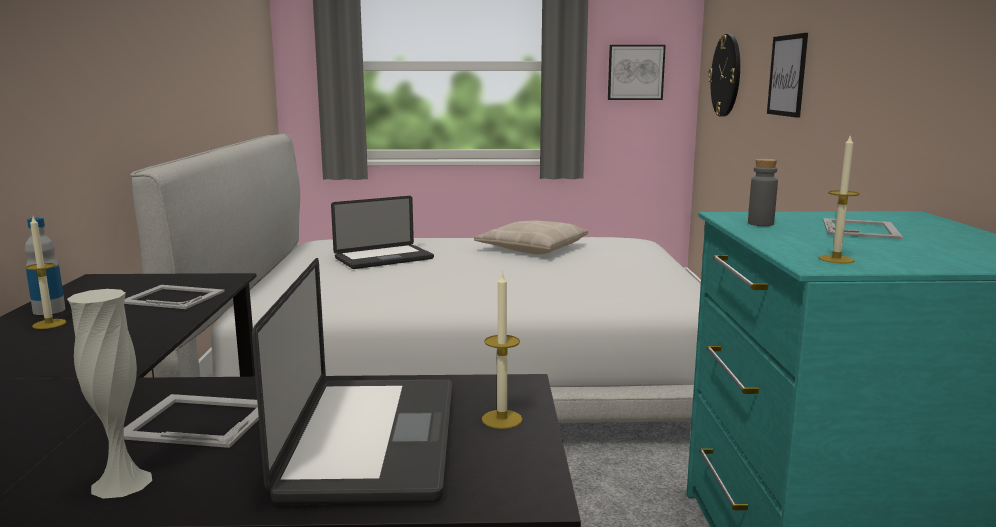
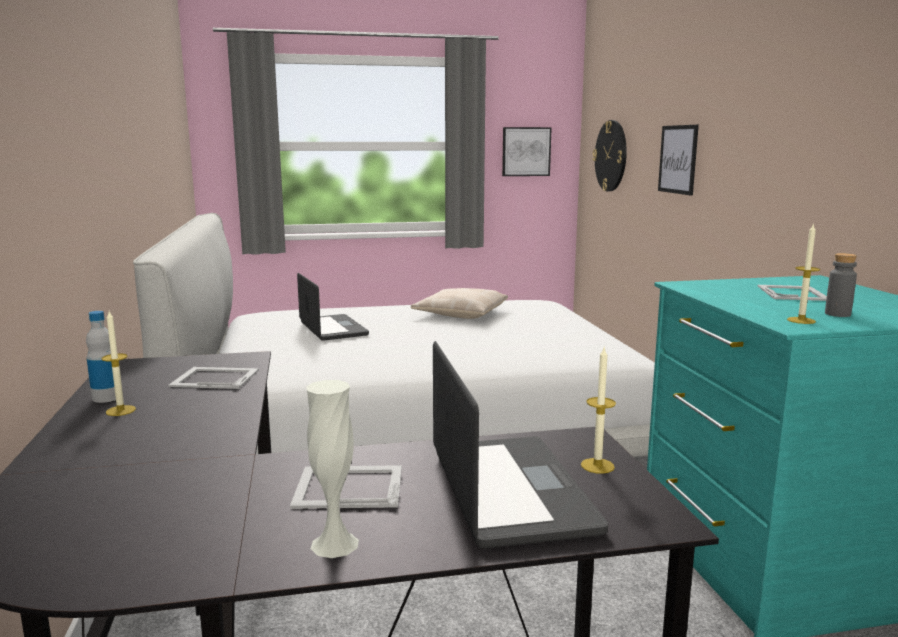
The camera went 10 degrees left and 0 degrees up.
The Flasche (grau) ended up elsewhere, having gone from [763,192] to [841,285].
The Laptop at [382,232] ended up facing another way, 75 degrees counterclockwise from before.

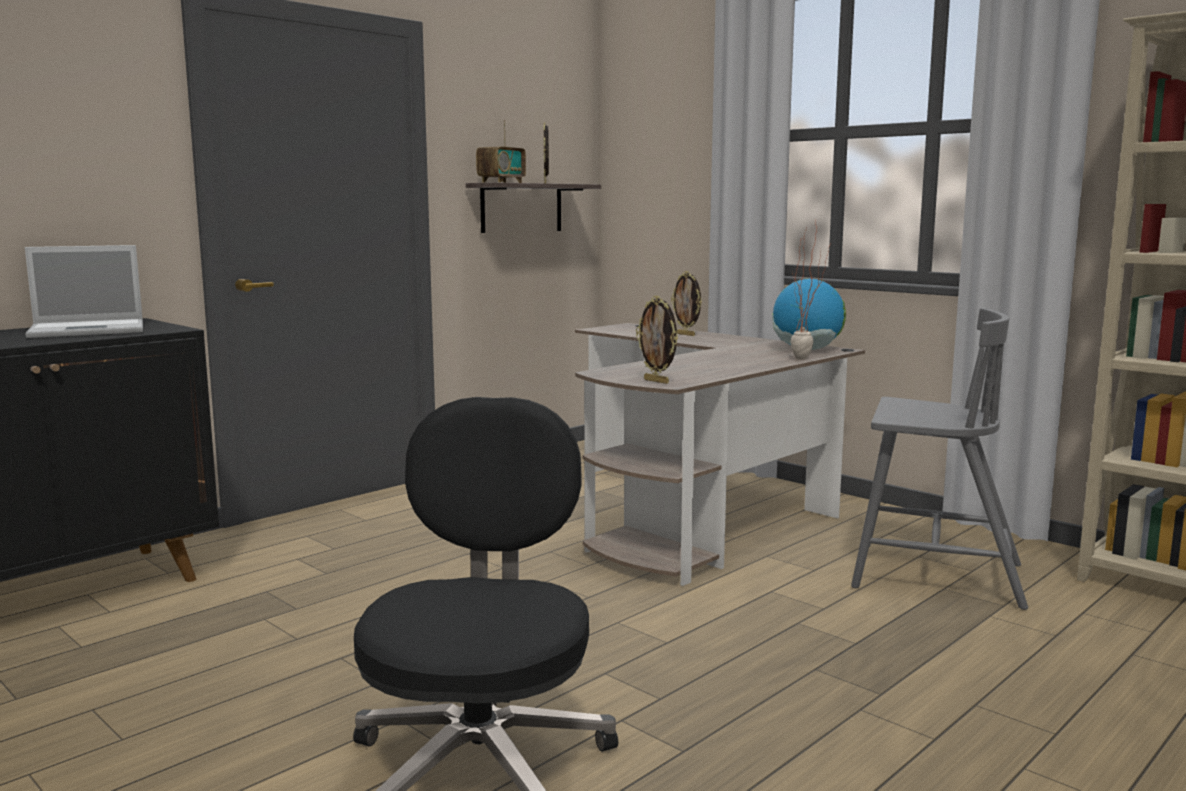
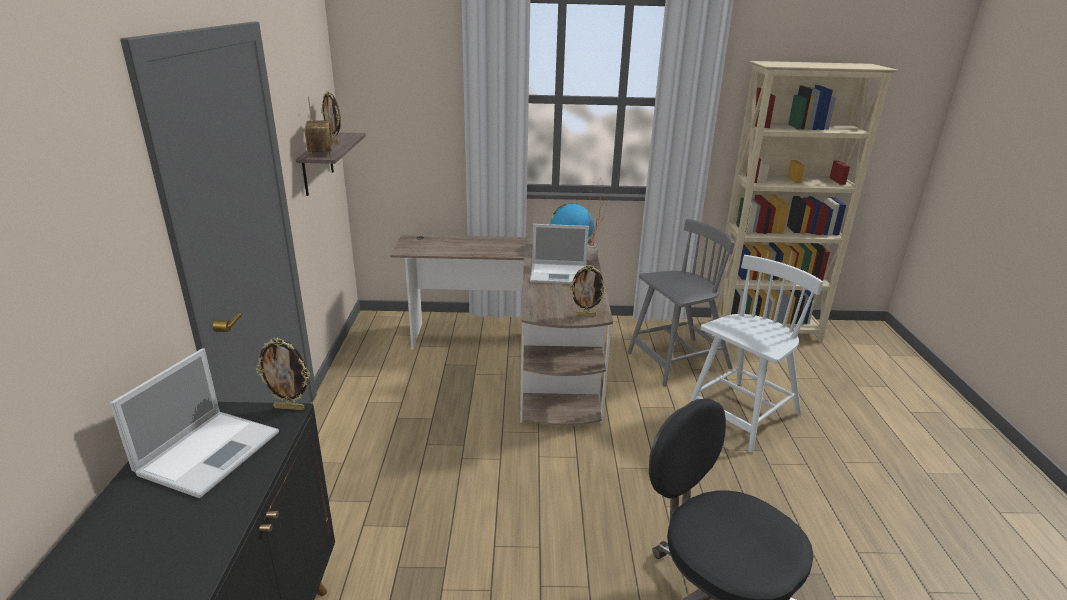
The camera went 45 degrees left and 15 degrees up.
The Bilderrahmen ended up elsewhere, having gone from [686,303] to [282,374].
The second view gained the Laptop at [559,254].
The second view gained the Stuhl (weiß) at [756,354].

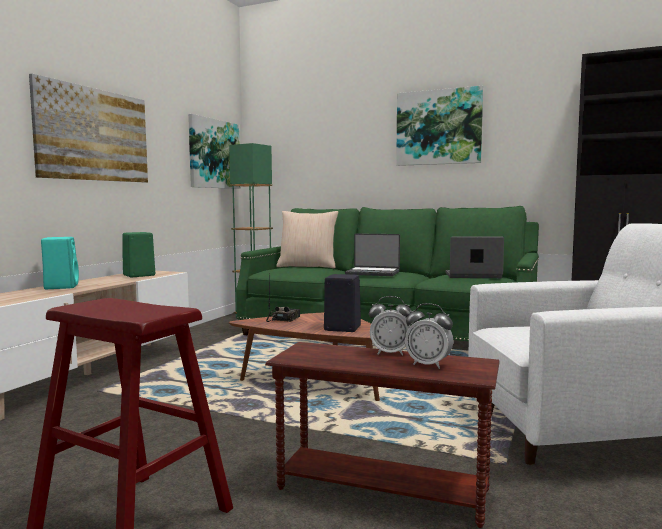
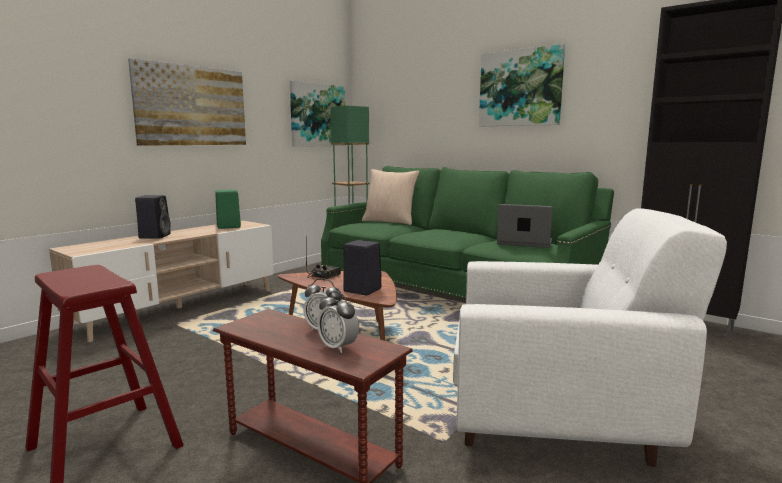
The camera went 15 degrees right and 5 degrees up.
The second view lost the Laptop at [372,254].
What was the Lautsprecher (türkis) at [60,263] turned into the Lautsprecher (schwarz) at [153,217].

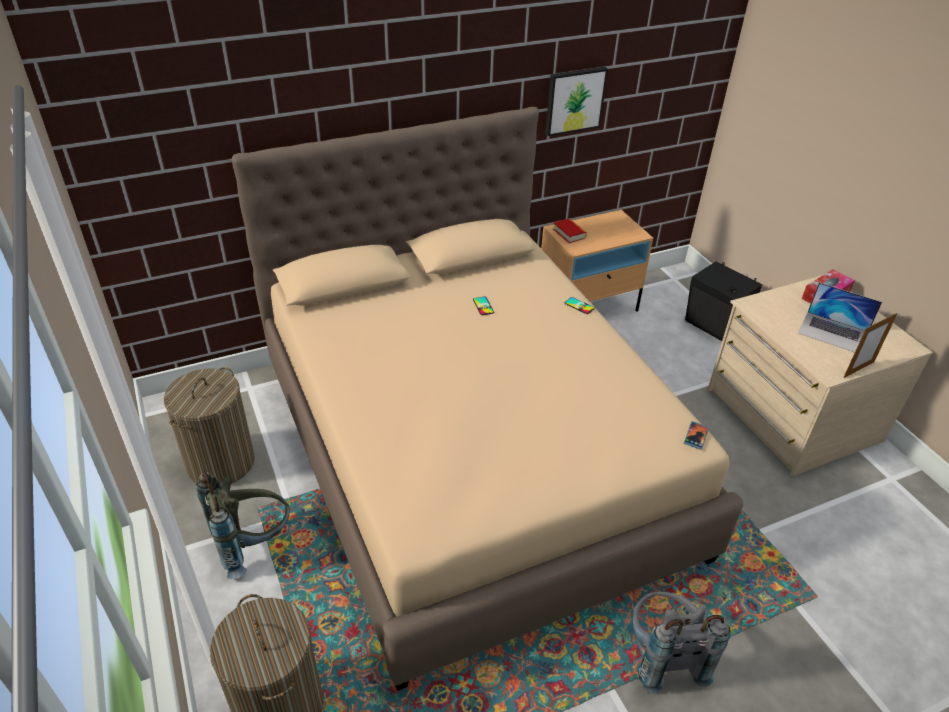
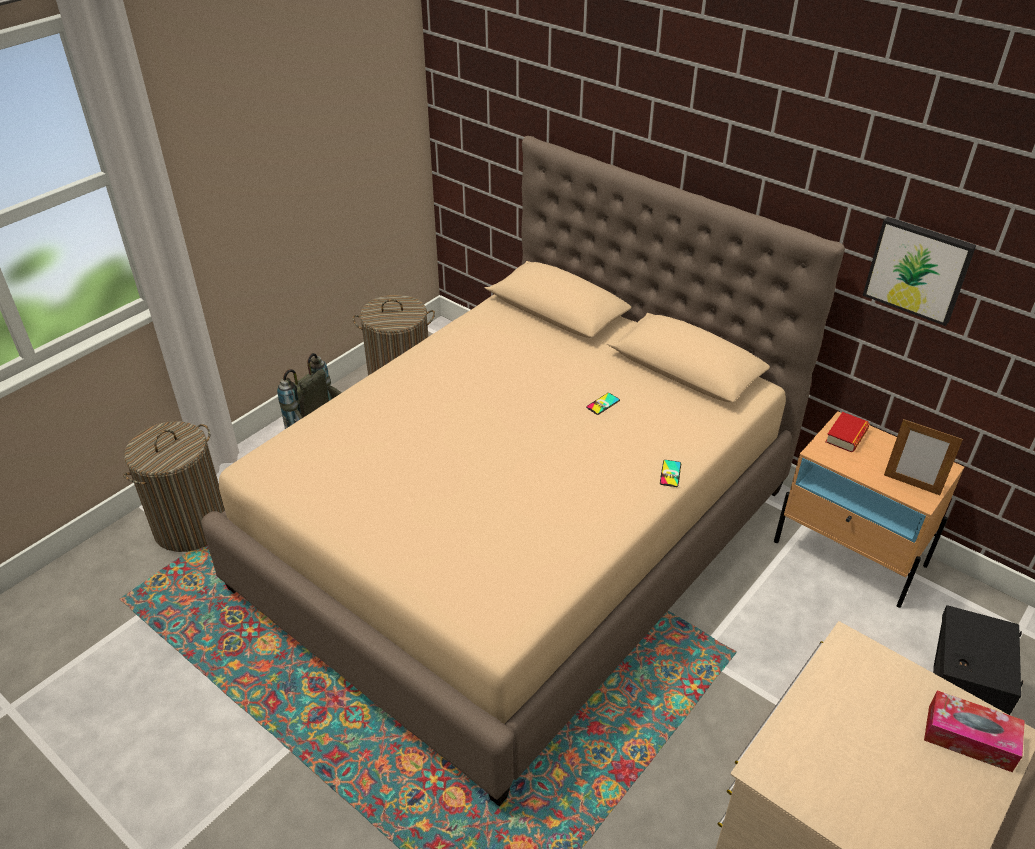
The camera went 65 degrees right and 0 degrees up.
The second view lost the Laptop at [840,317].
The Bilderrahmen ended up elsewhere, having gone from [870,345] to [923,457].
The second view lost the Handy at [696,435].
The second view lost the Rucksack (grau) at [681,643].

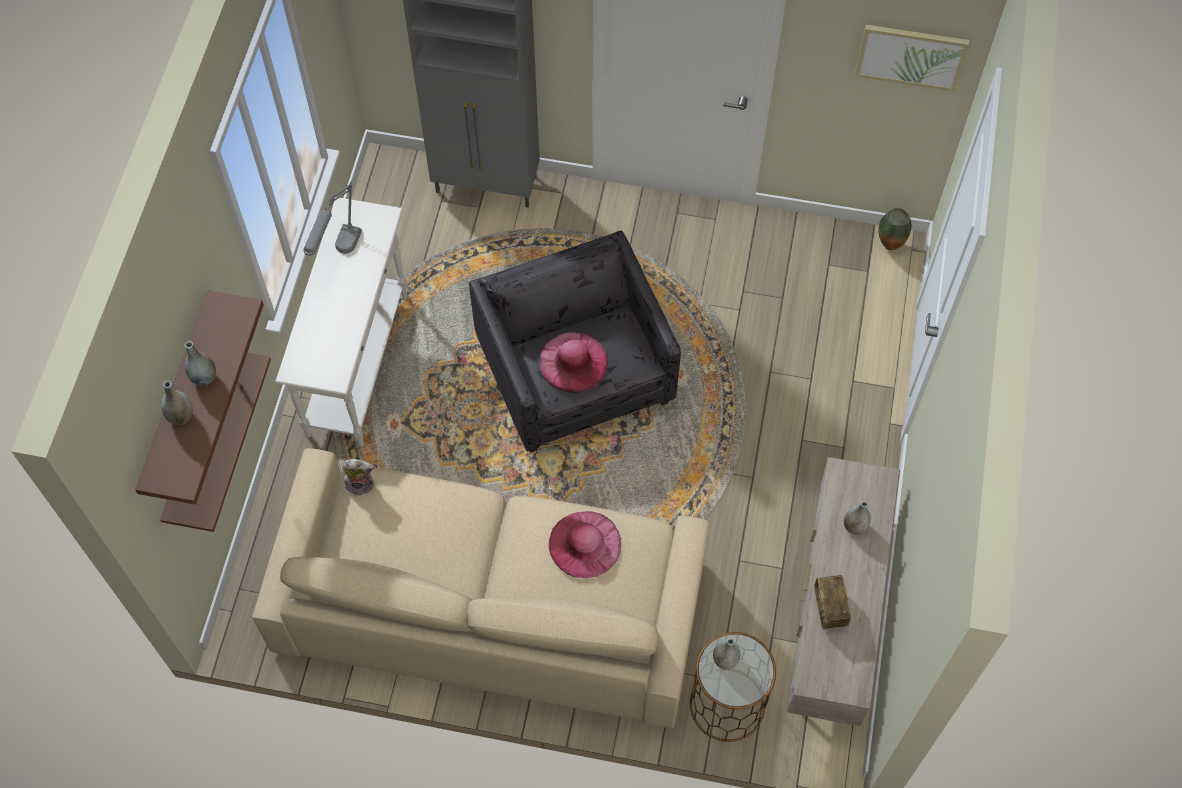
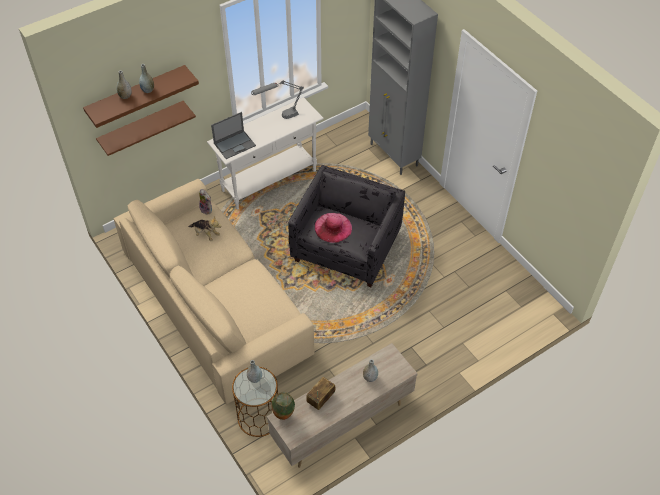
The camera went 45 degrees right and 10 degrees down.
The second view lost the Bild at [912,58].
The Vase ended up elsewhere, having gone from [895,229] to [283,406].
The second view lost the Hut (rosa) at [584,545].
The second view gained the Laptop at [233,135].
The second view gained the Plüschtier at [205,229].

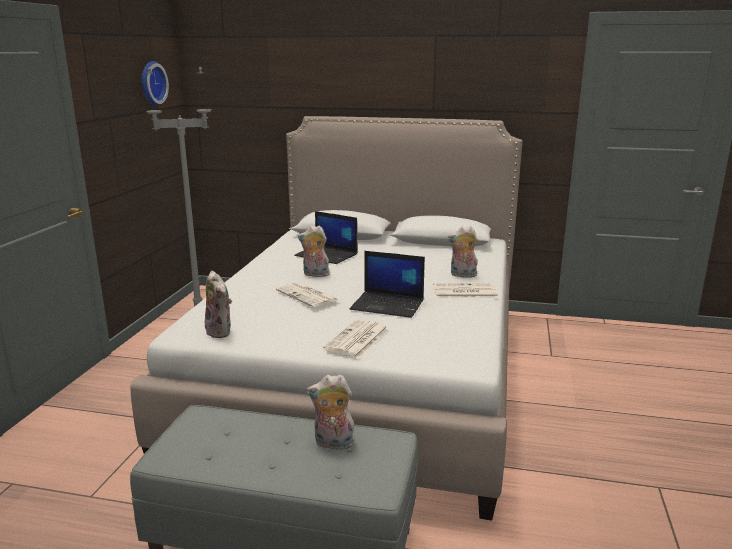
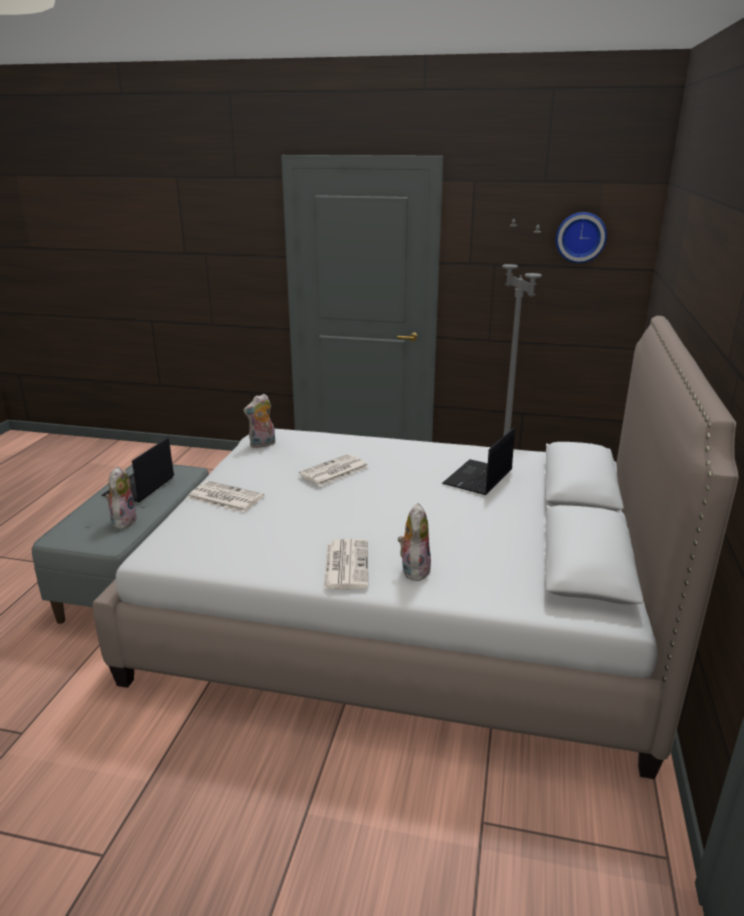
The camera went 90 degrees right and 5 degrees up.
The second view lost the Plüschtier at [314,251].
The Laptop ended up elsewhere, having gone from [387,284] to [137,469].

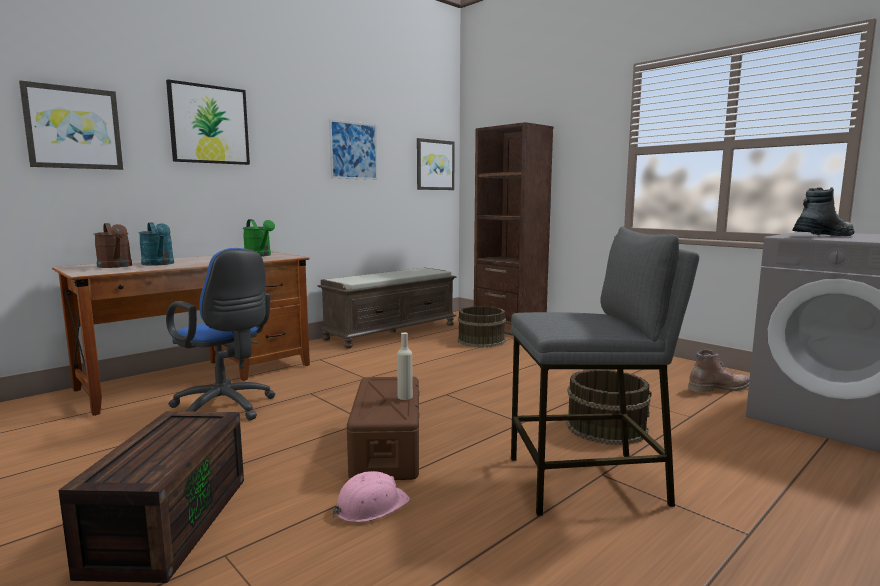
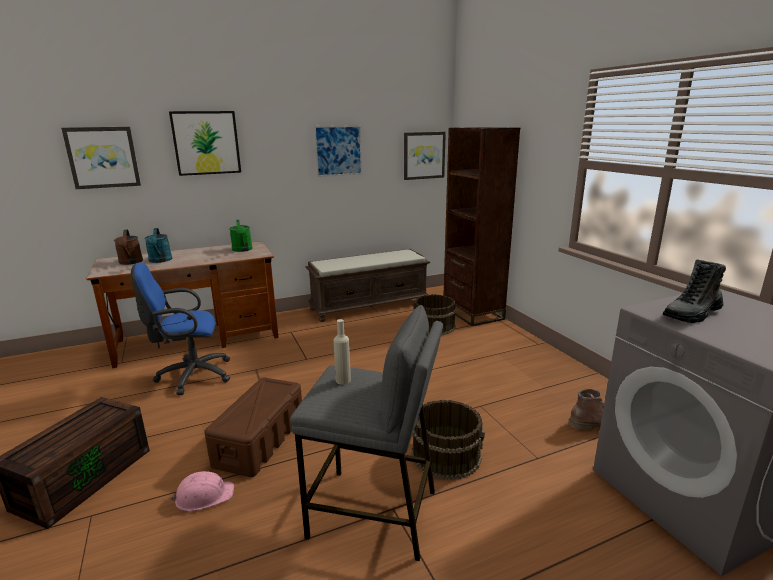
The camera went 20 degrees right and 10 degrees up.
The Stiefel at [823,211] ended up facing another way, 150 degrees clockwise from before.
The Bürostuhl (blau) at [220,334] ended up facing another way, 105 degrees clockwise from before.
The Flasche (beige) ended up elsewhere, having gone from [405,366] to [342,352].

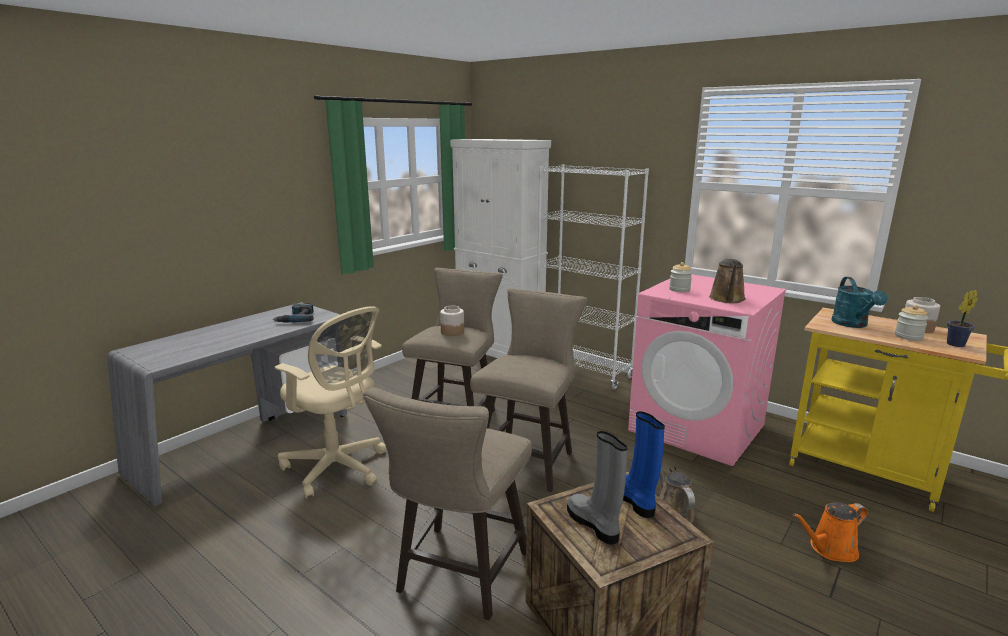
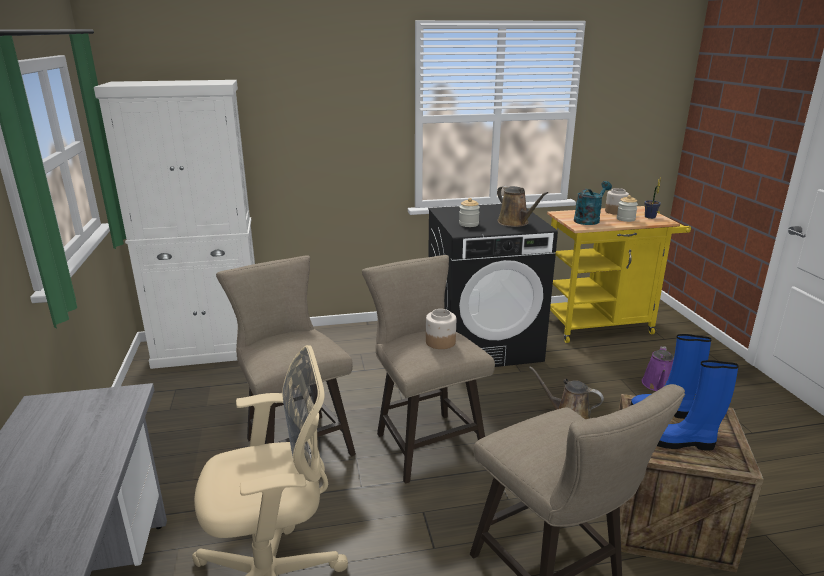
The camera went 50 degrees left and 5 degrees up.
The second view lost the Bücherregal (weiß) at [593,277].
What was the Waschmaschine (rosa) at [707,370] turned into the Waschmaschine (schwarz) at [493,285].
The Gießkanne (türkis) at [859,302] ended up facing another way, 90 degrees counterclockwise from before.
The second view lost the Bohrmaschine at [293,313].
The Vorratsglas ended up elsewhere, having gone from [452,321] to [441,329].
What was the Stiefel (grau) at [597,487] turned into the Stiefel (blau) at [698,405].
What was the Gießkanne (orange) at [830,532] turned into the Gießkanne (lila) at [658,368].

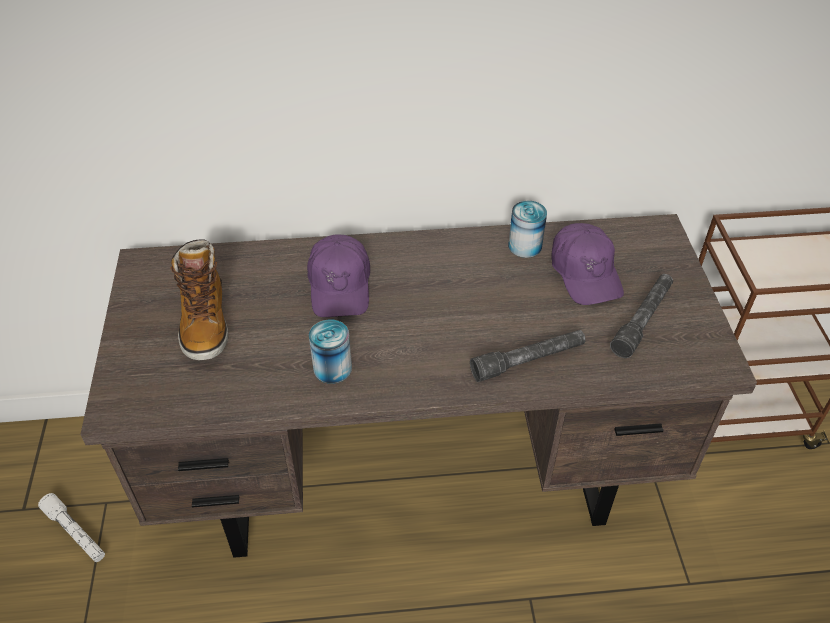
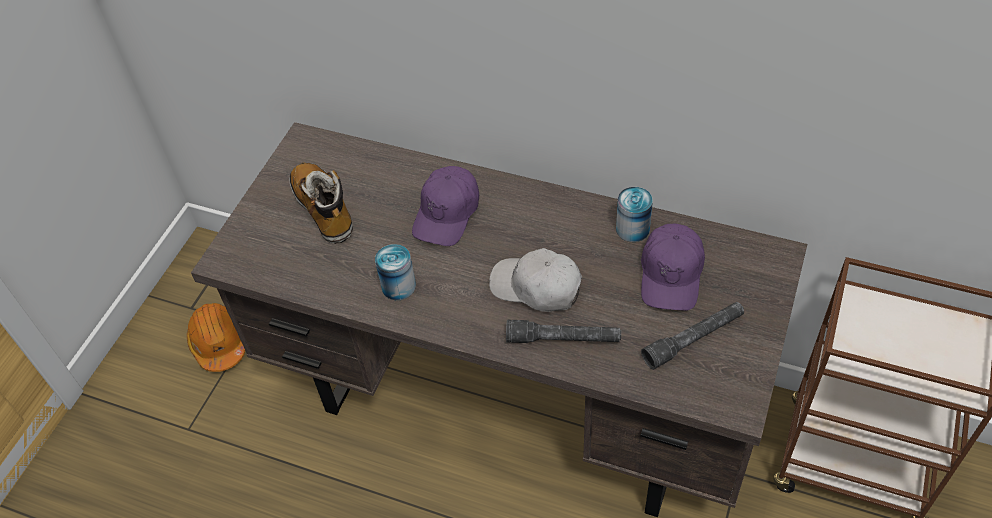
The camera went 30 degrees right and 5 degrees up.
The Stiefel at [199,299] ended up facing another way, 135 degrees clockwise from before.
Where the Taschenlampe (weiß) stood at [71,527], the Schutzhelm (orange) came to stand at [216,337].
The second view gained the Kappe (weiß) at [535,280].

